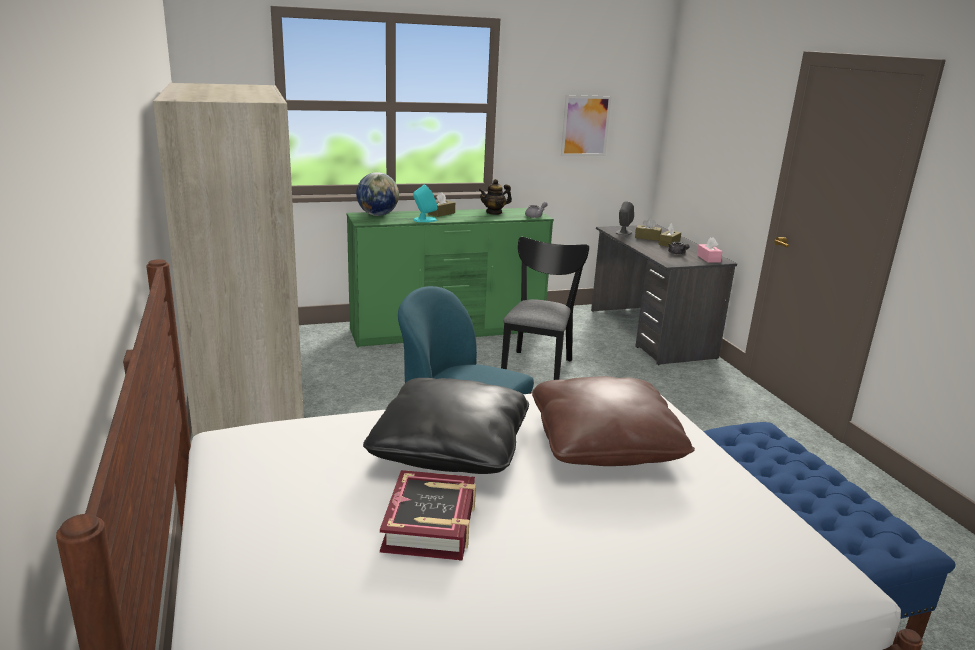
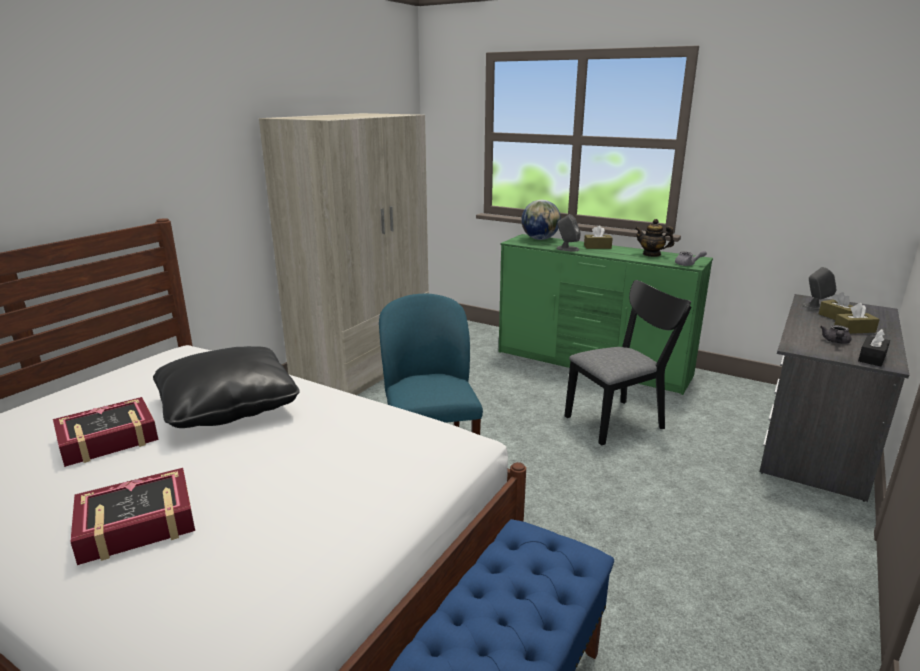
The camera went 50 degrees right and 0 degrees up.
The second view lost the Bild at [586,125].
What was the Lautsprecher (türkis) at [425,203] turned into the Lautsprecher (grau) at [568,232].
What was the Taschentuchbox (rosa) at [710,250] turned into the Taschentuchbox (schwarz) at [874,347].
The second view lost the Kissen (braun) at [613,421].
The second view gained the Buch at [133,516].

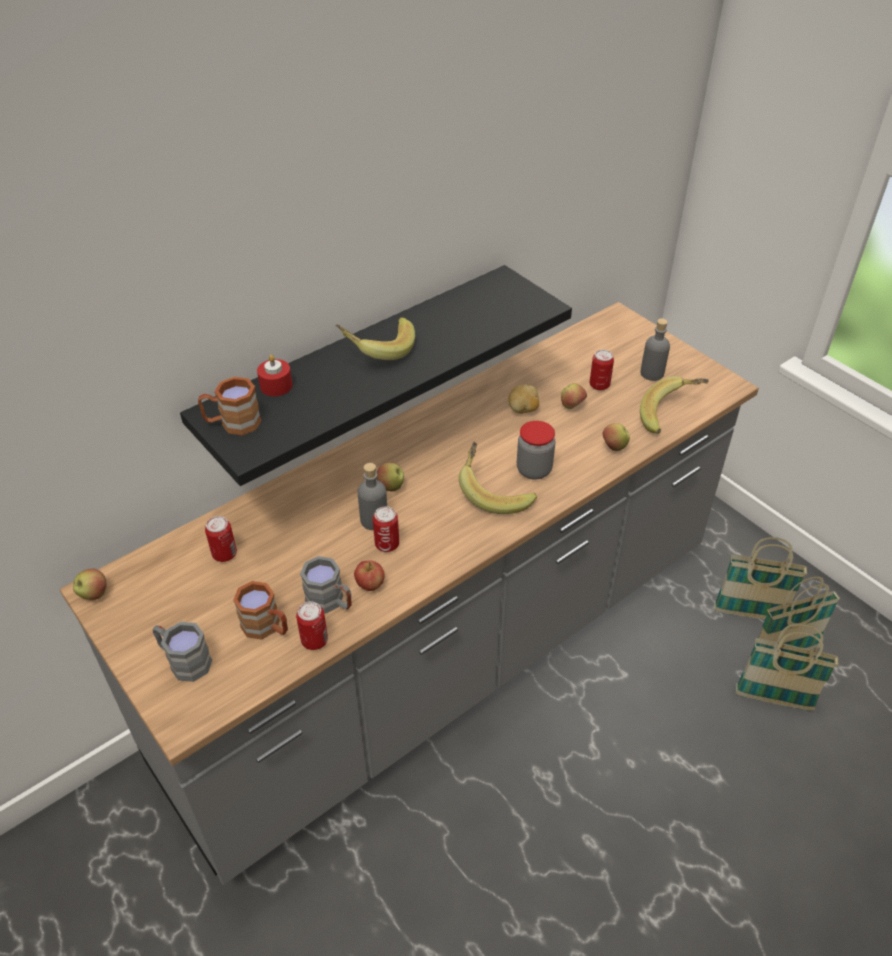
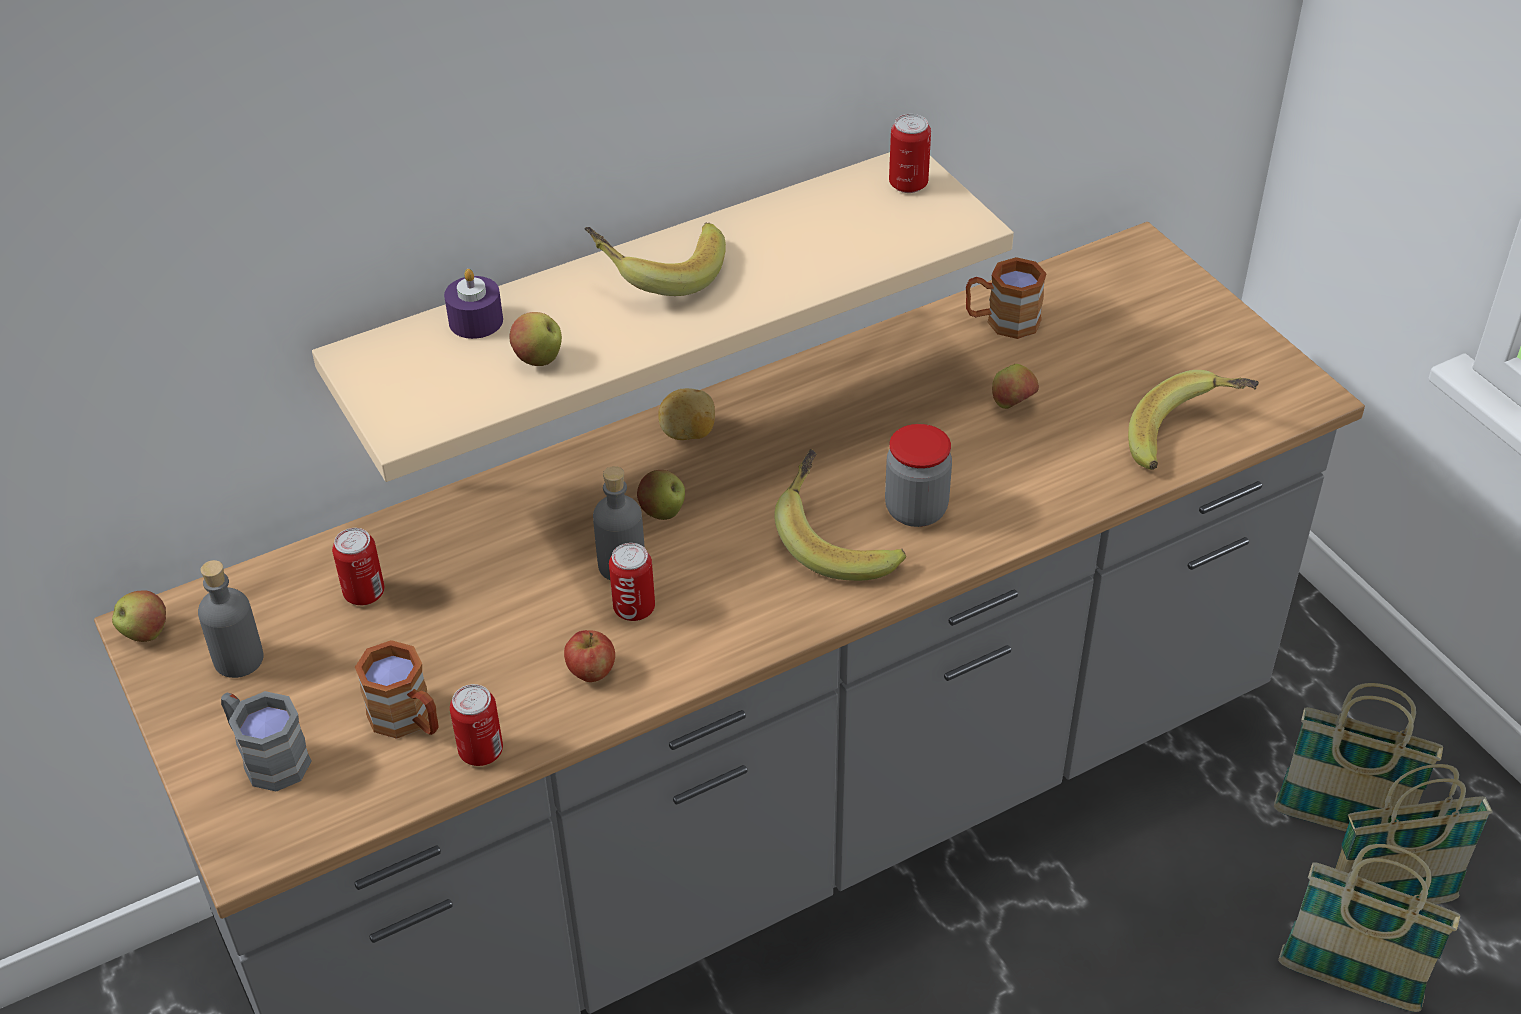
The camera went 10 degrees right and 0 degrees up.
What was the Wandregal (schwarz) at [376,375] turned into the Wandregal (beige) at [663,317].
The Flasche (grau) ended up elsewhere, having gone from [655,349] to [231,619].
The Dose ended up elsewhere, having gone from [602,370] to [910,153].
What was the Kerze (rot) at [275,375] turned into the Kerze (lila) at [473,304].
The Henkelbecher (braun) ended up elsewhere, having gone from [229,406] to [1006,298].
The Kartoffel ended up elsewhere, having gone from [524,399] to [686,414].
The Apfel ended up elsewhere, having gone from [616,437] to [535,339].
The second view lost the Henkelbecher (grau) at [326,585].

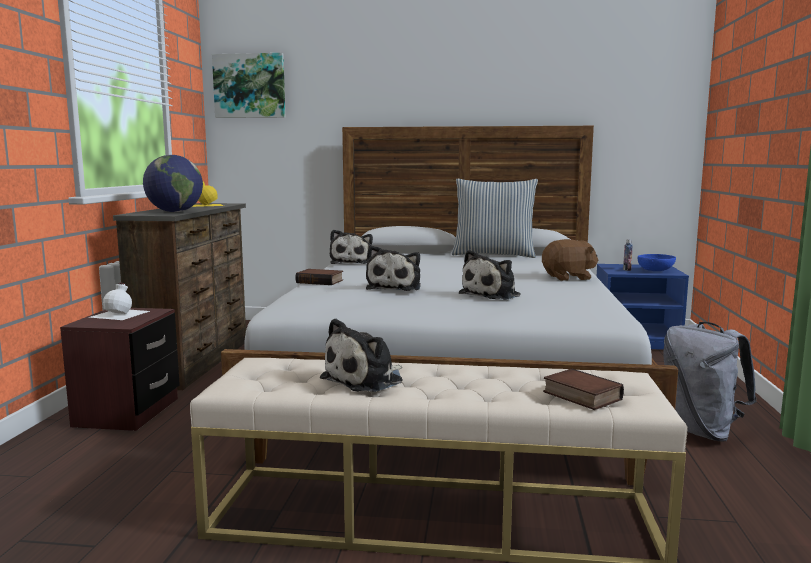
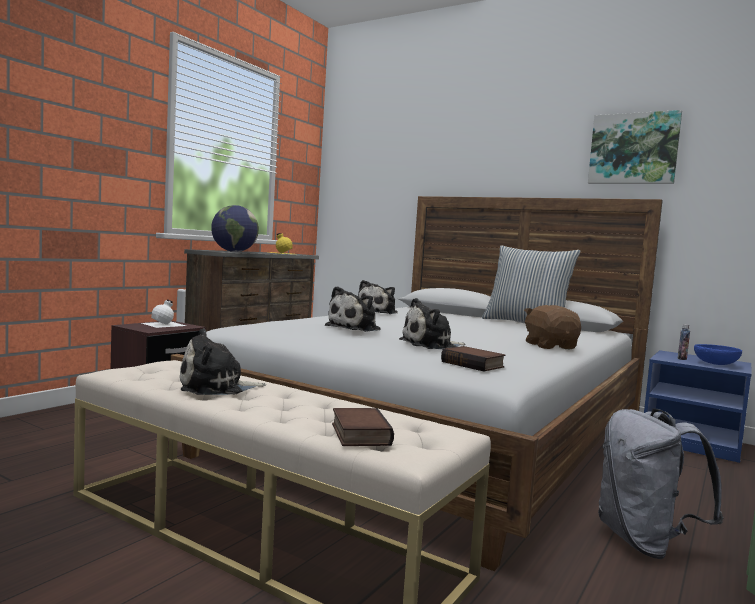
The camera went 25 degrees right and 5 degrees down.
The Bild ended up elsewhere, having gone from [248,85] to [635,147].
The Plüschtier (braun) at [570,260] ended up facing another way, 120 degrees counterclockwise from before.
The Buch ended up elsewhere, having gone from [319,277] to [473,359].

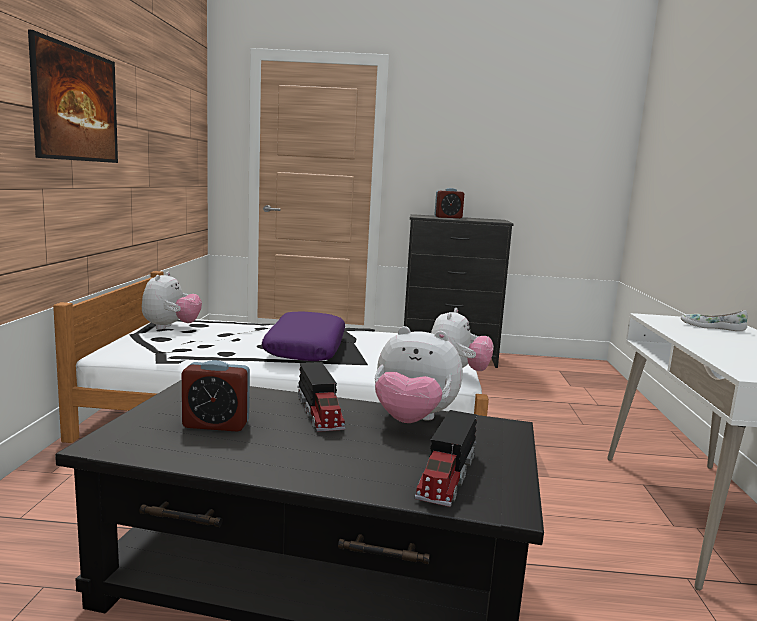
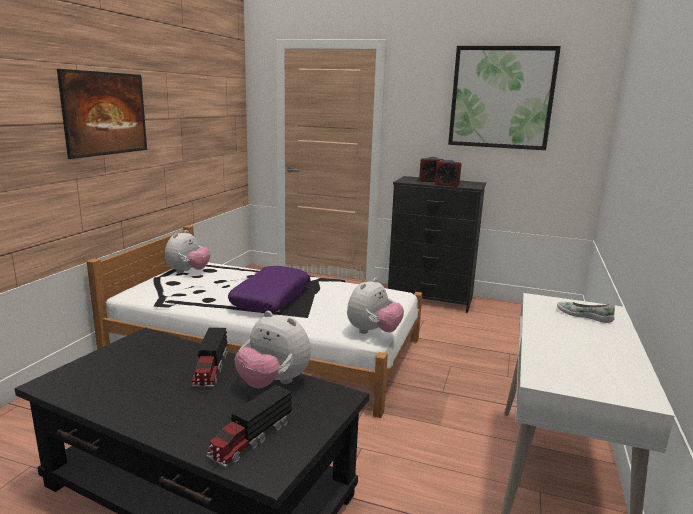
The camera went 15 degrees right and 5 degrees up.
The Wecker ended up elsewhere, having gone from [216,396] to [448,173].
The second view gained the Bild at [504,98].

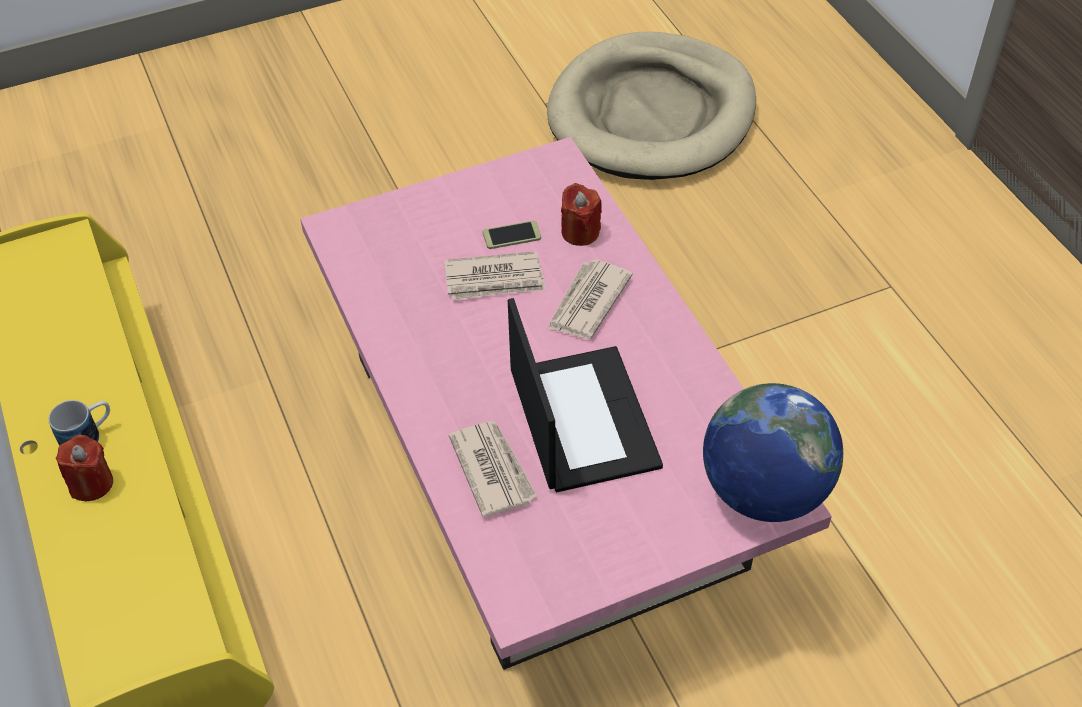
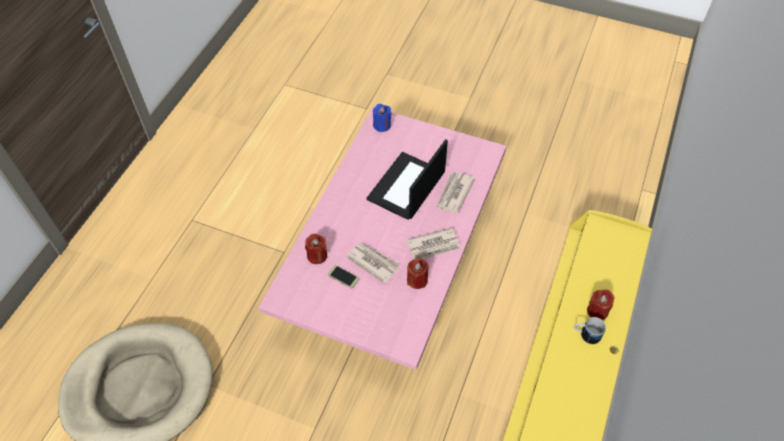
The camera went 135 degrees left and 5 degrees up.
The Zeitung ended up elsewhere, having gone from [590,299] to [433,244].
Where the Globus stood at [773,452], the Kerze (blau) came to stand at [382,118].
The second view gained the Kerze (rot) at [418,273].

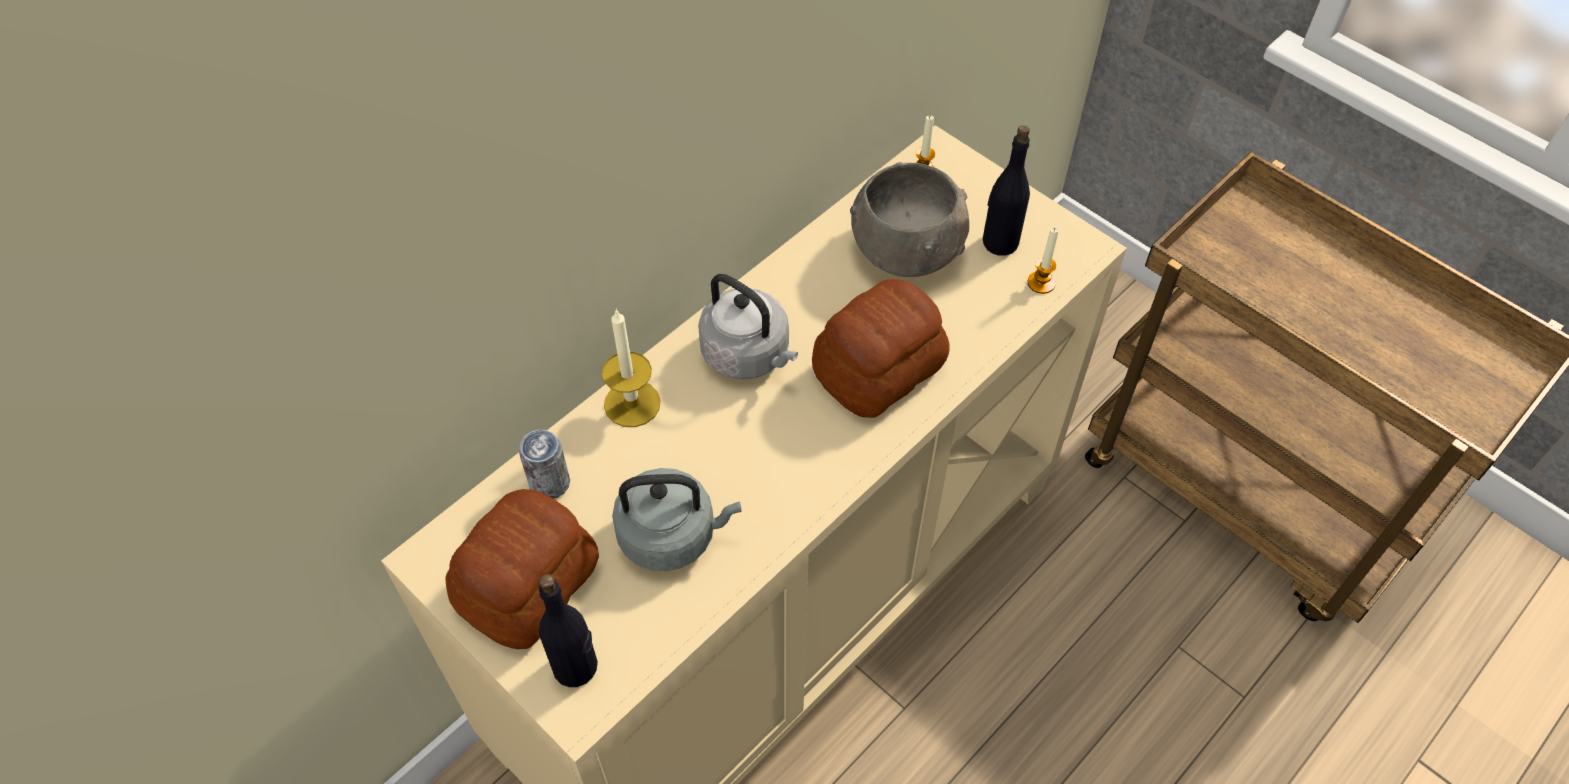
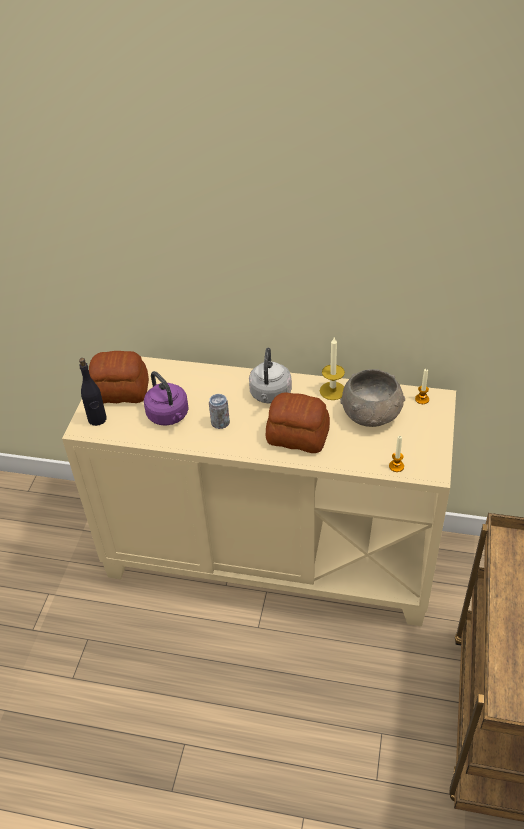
The camera went 60 degrees right and 10 degrees down.
The second view lost the Flasche (schwarz) at [1006,190].
The Kerze ended up elsewhere, having gone from [631,368] to [332,368].
The Dose ended up elsewhere, having gone from [544,464] to [219,411].
What was the Wasserkessel (grau) at [677,519] turned into the Wasserkessel (lila) at [166,398].

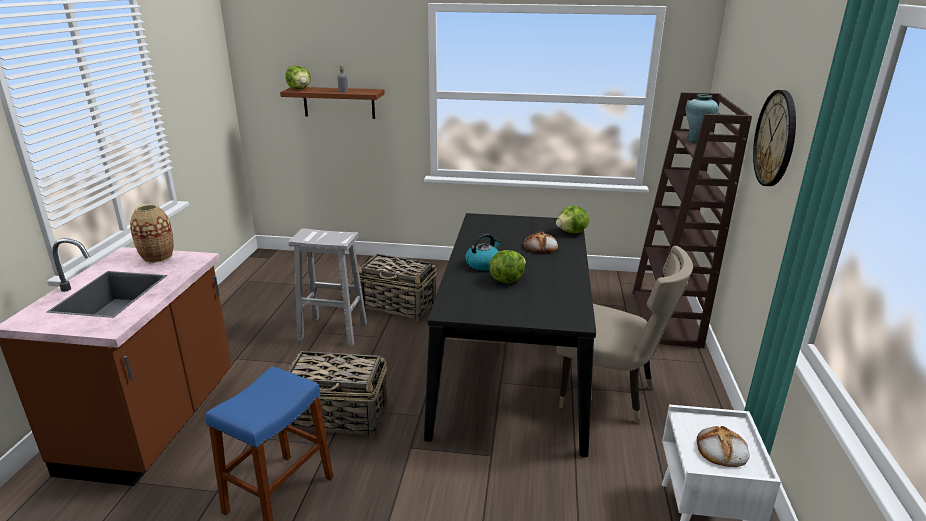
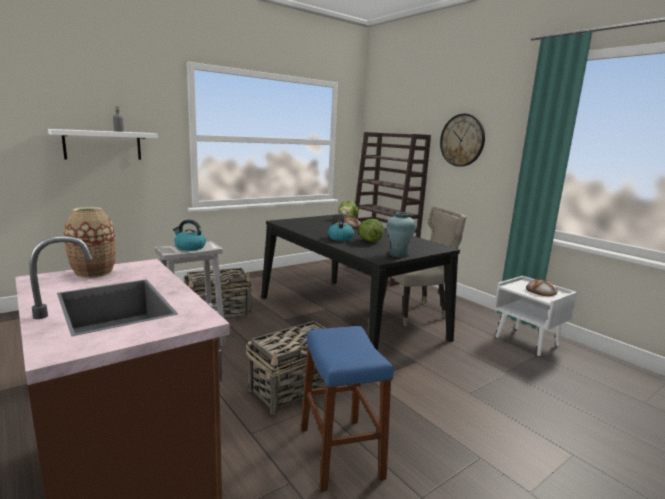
The camera went 45 degrees left and 10 degrees down.
The second view lost the Salatkopf at [298,77].
What was the Wandregal (braun) at [332,103] turned into the Wandregal (weiß) at [103,144].
The Vase (türkis) ended up elsewhere, having gone from [702,118] to [401,235].
The second view gained the Wasserkessel at [189,235].

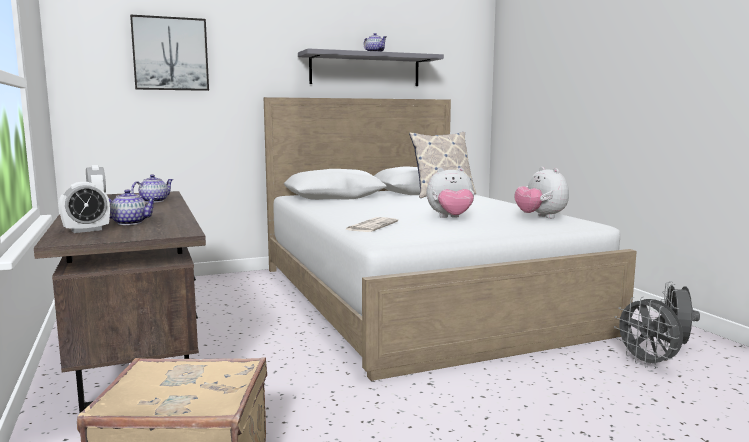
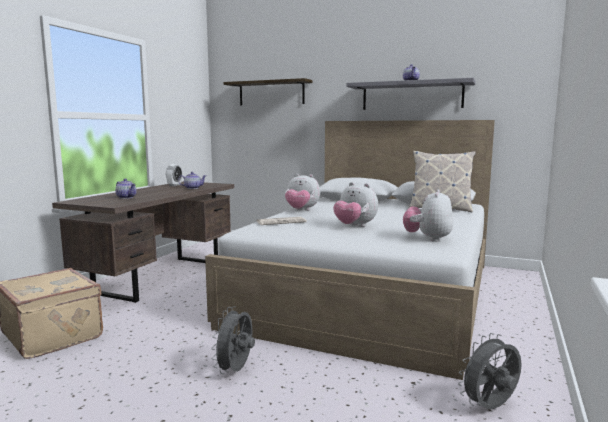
The camera went 45 degrees right and 0 degrees up.
Where the Bild hung at [169,52], the Wandregal came to hang at [267,91].
The second view lost the Wecker at [84,207].
The Ventilator (grau) ended up elsewhere, having gone from [648,332] to [233,340].
The second view gained the Plüschtier at [302,192].

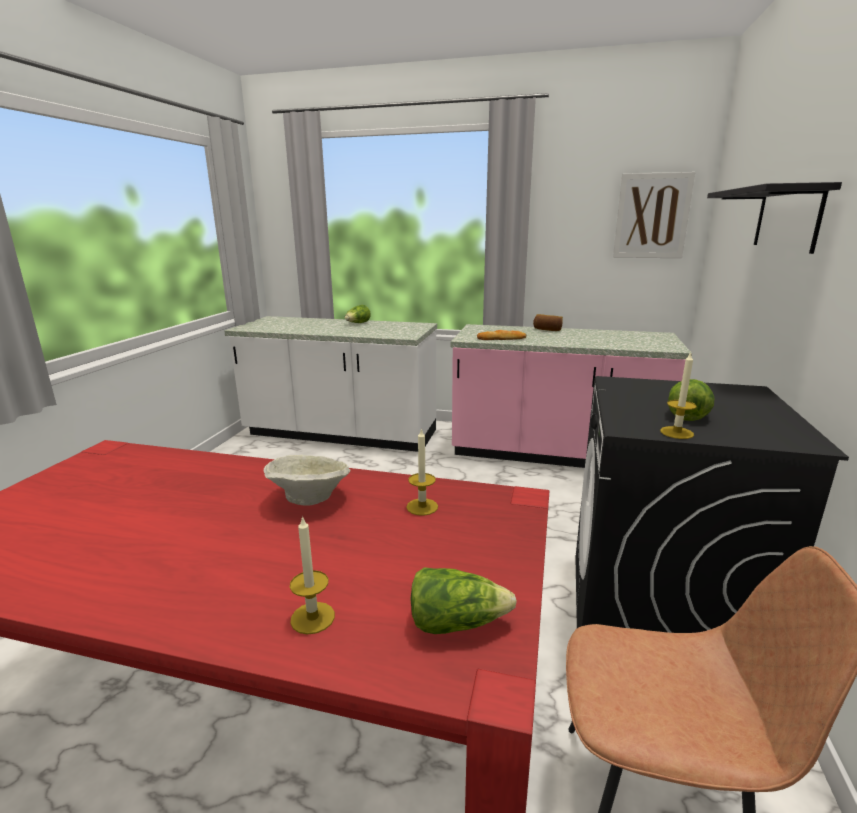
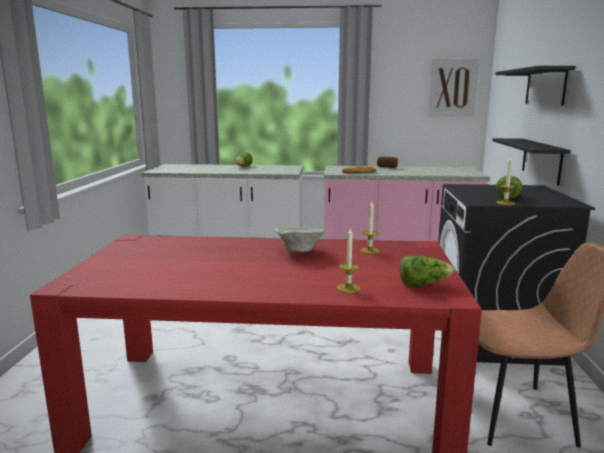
The camera went 10 degrees left and 5 degrees down.
The second view gained the Wandregal (schwarz) at [531,162].

